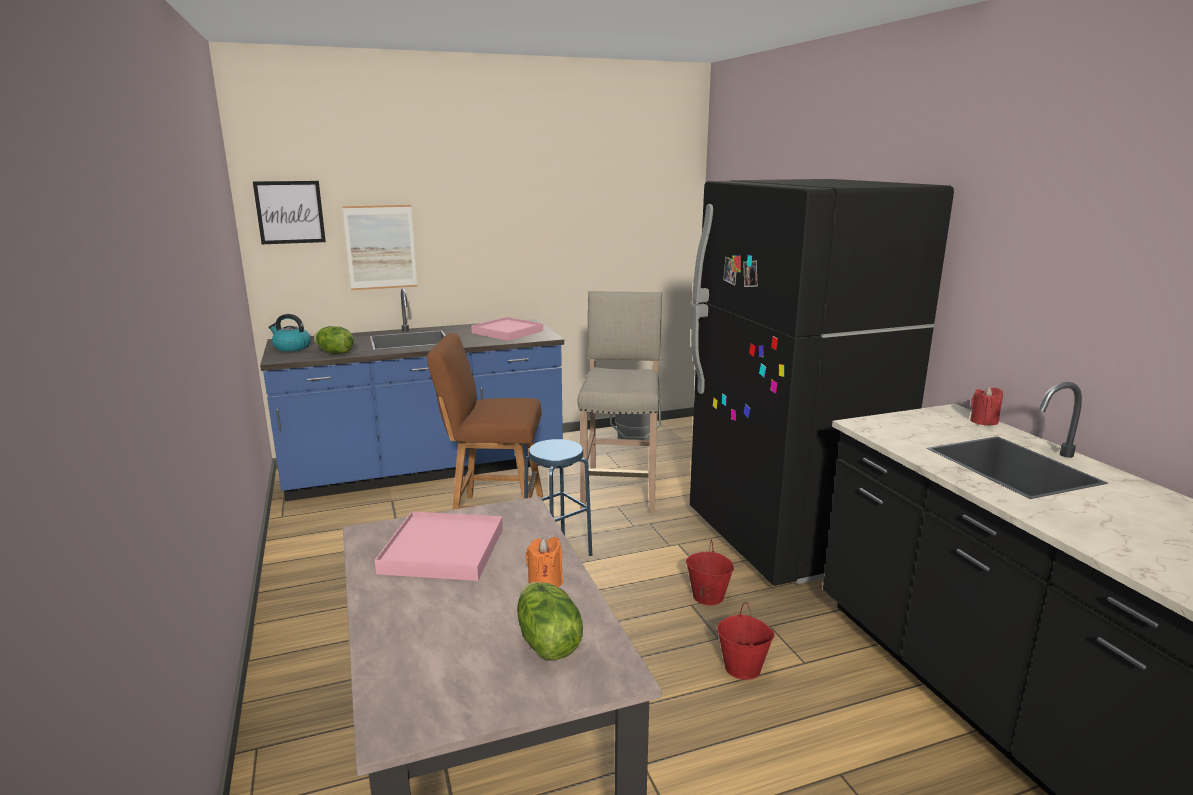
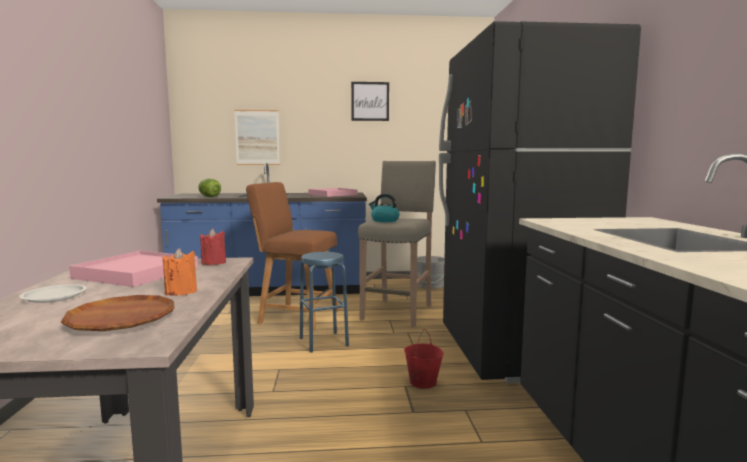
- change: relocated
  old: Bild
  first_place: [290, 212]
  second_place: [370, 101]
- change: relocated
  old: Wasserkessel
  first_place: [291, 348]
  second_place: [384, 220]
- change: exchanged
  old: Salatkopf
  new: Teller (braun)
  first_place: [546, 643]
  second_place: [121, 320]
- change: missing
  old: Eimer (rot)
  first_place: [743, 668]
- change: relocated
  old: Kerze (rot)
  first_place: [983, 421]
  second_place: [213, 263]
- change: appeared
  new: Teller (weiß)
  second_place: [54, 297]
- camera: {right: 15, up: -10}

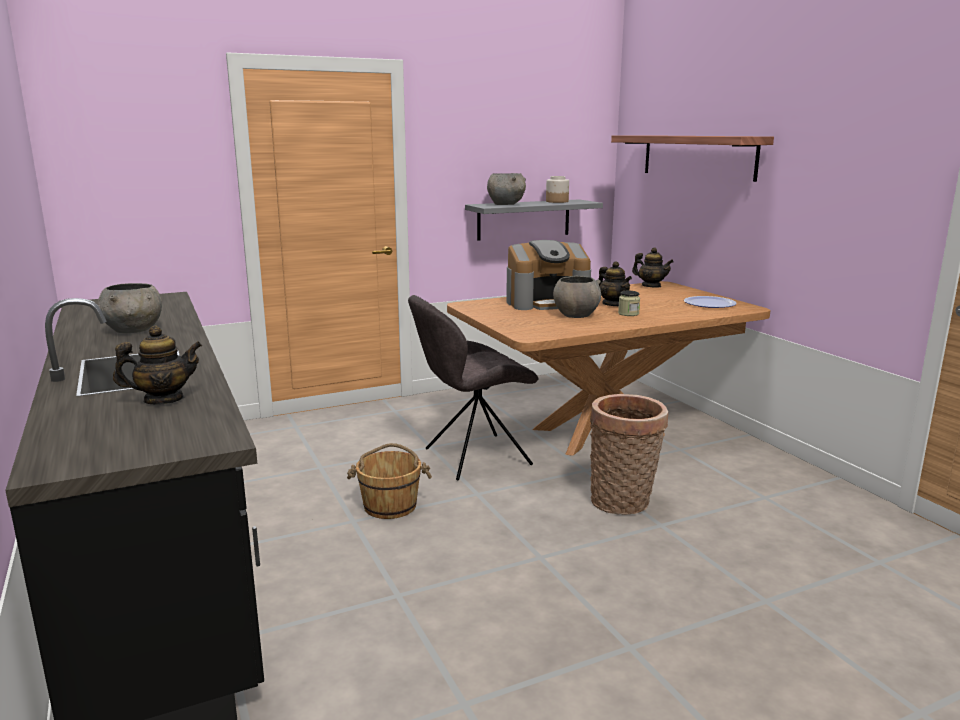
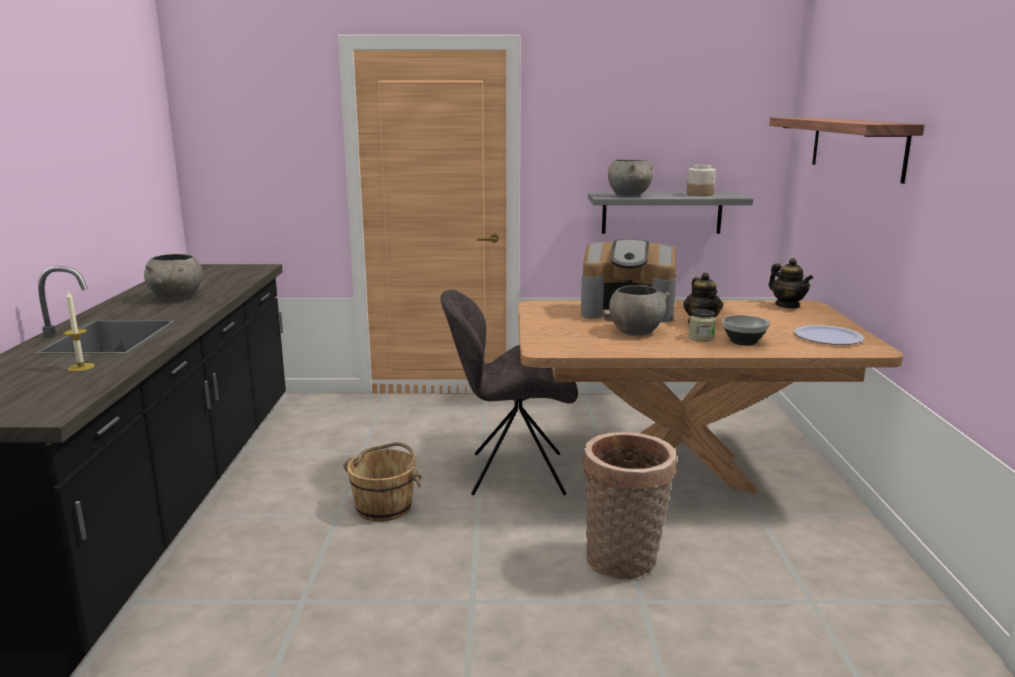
- change: exchanged
  old: Teekanne
  new: Kerze
  first_place: [163, 400]
  second_place: [81, 367]
- change: appeared
  new: Schüssel
  second_place: [743, 342]
- camera: {right: 25, up: 0}

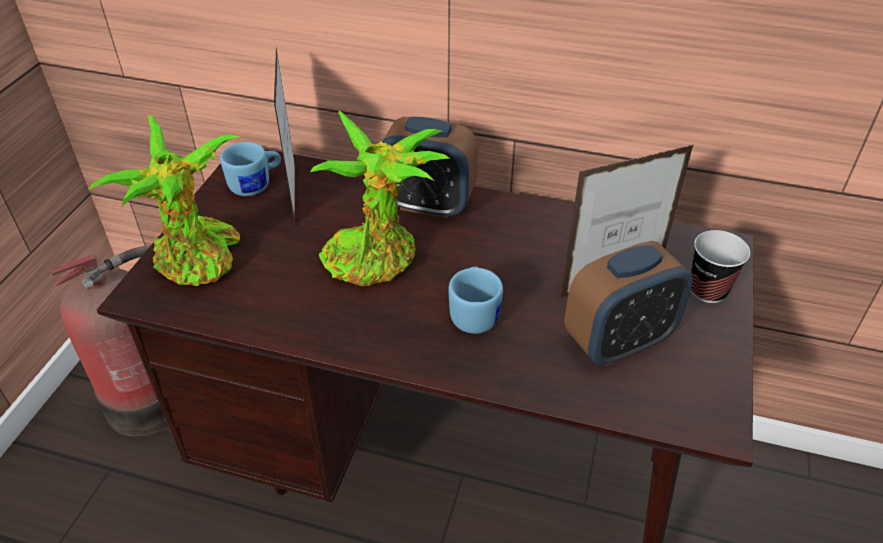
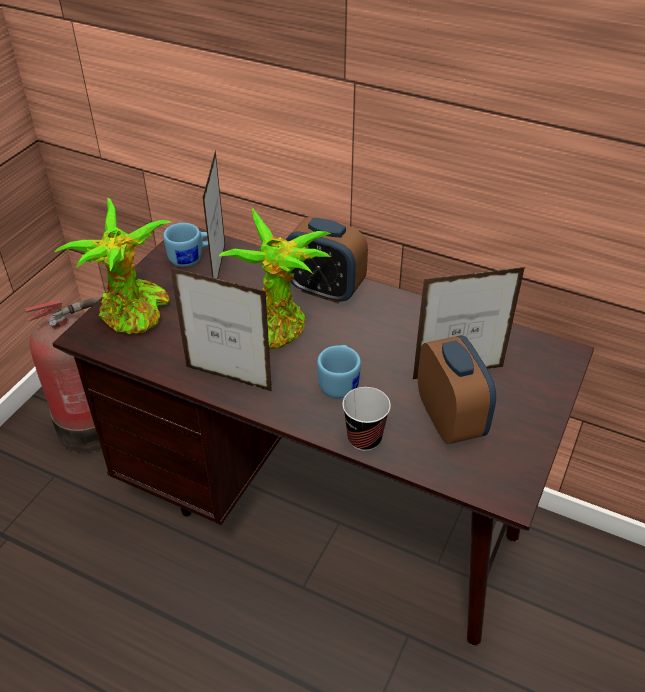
- change: spun
  old: Wecker
  first_place: [618, 342]
  second_place: [450, 420]
  degrees: -90
- change: relocated
  old: Tasse
  first_place: [707, 290]
  second_place: [364, 438]
- change: appeared
  new: Bilderrahmen
  second_place: [228, 379]
- camera: {right: 10, up: 0}

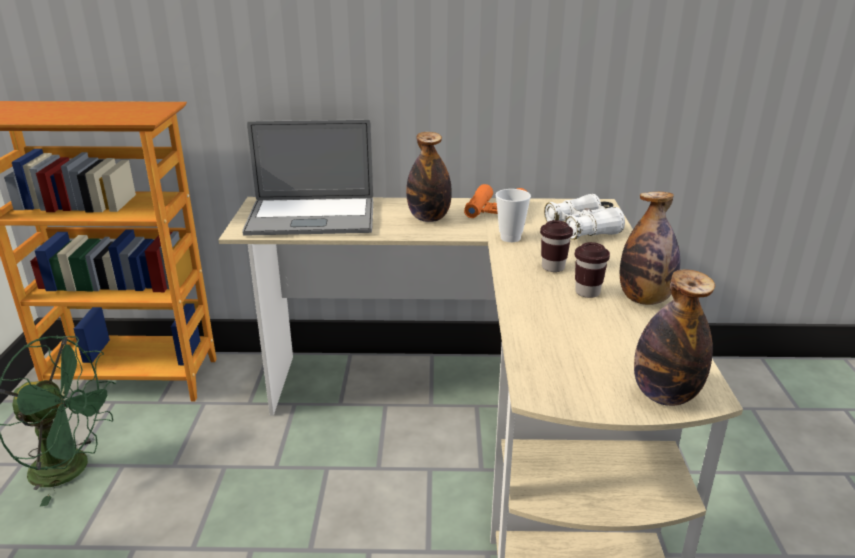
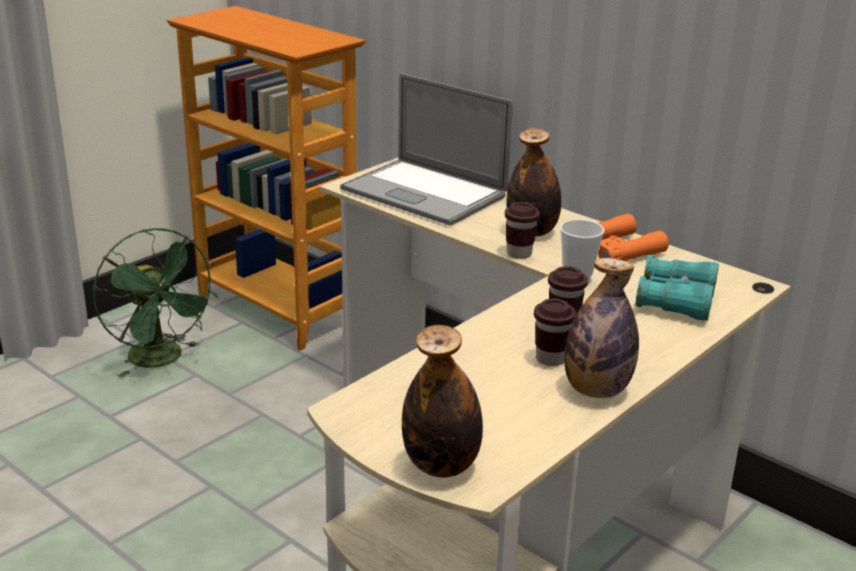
- change: colour
  old: Fernglas (weiß)
  new: Fernglas (türkis)
  first_place: [582, 229]
  second_place: [676, 301]
- change: appeared
  new: Tasse (braun)
  second_place: [519, 253]
- camera: {right: 40, up: 0}

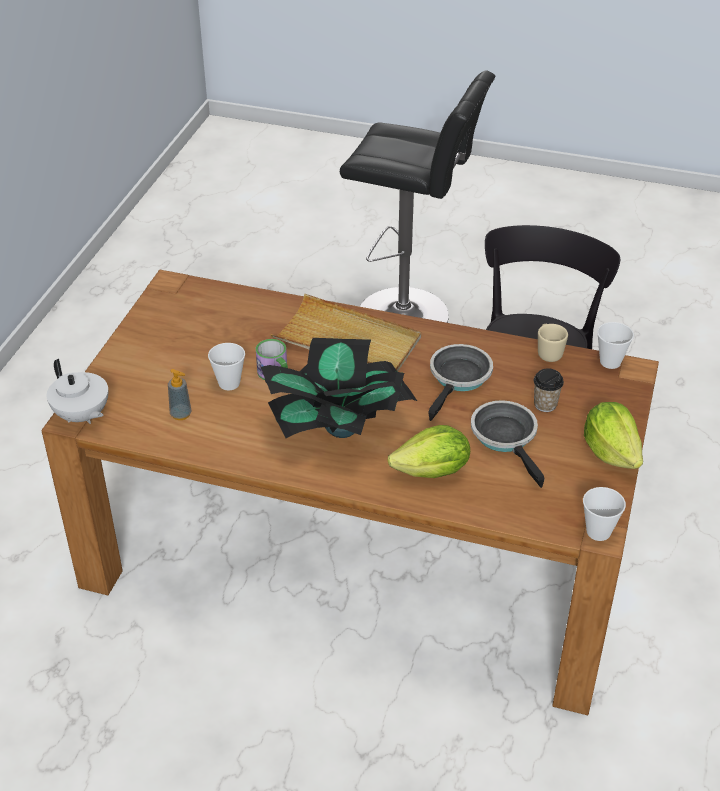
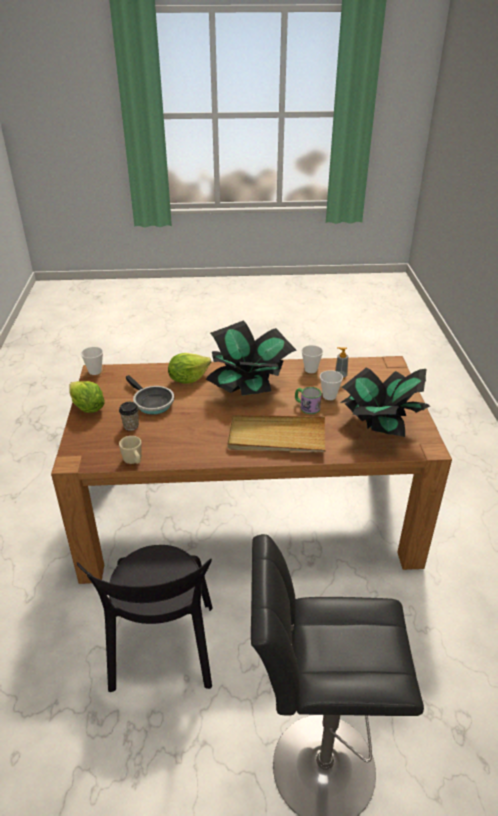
- change: missing
  old: Teekanne (weiß)
  first_place: [82, 416]
- change: missing
  old: Pfanne
  first_place: [459, 379]
- change: relocated
  old: Tasse
  first_place: [610, 362]
  second_place: [311, 370]
- change: appeared
  new: Topfpflanze
  second_place: [378, 427]
- camera: {right: 160, up: -5}

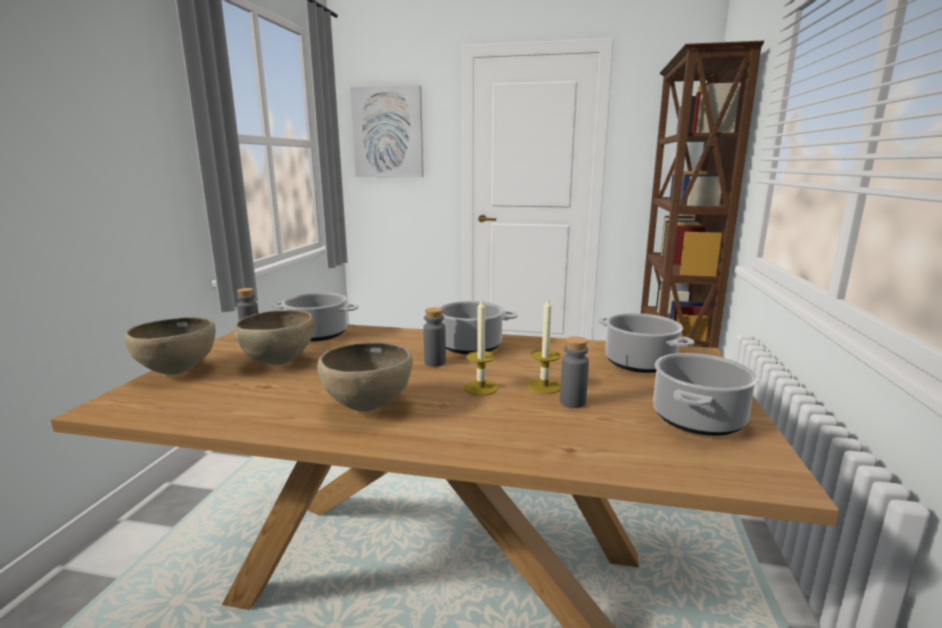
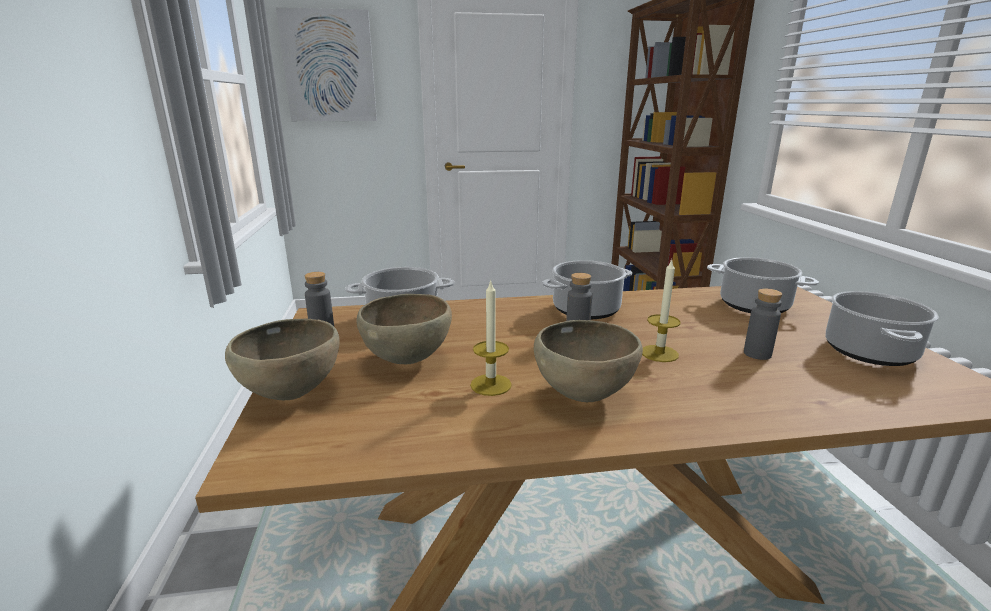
- change: relocated
  old: Kerze
  first_place: [544, 386]
  second_place: [491, 385]
- camera: {right: -20, up: 5}

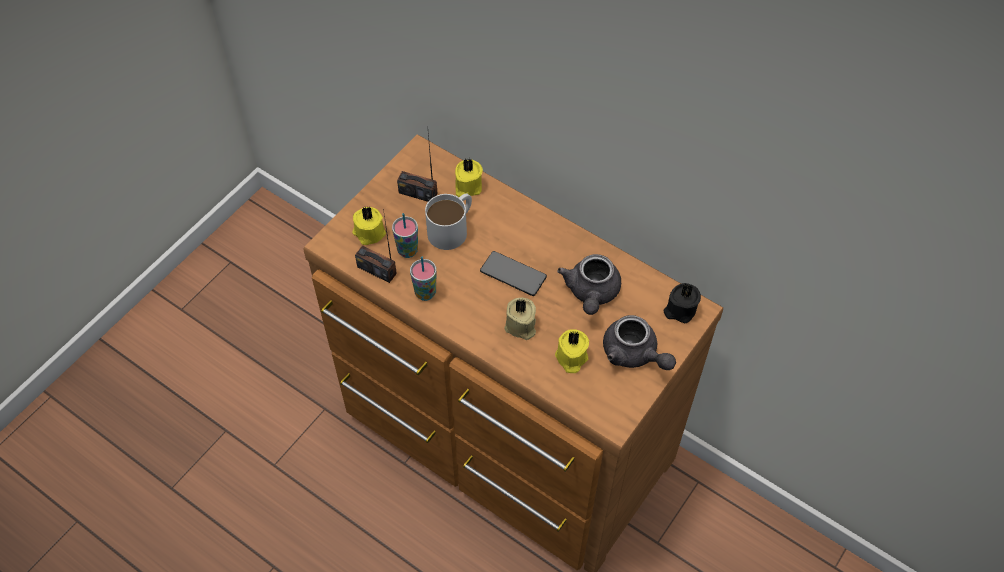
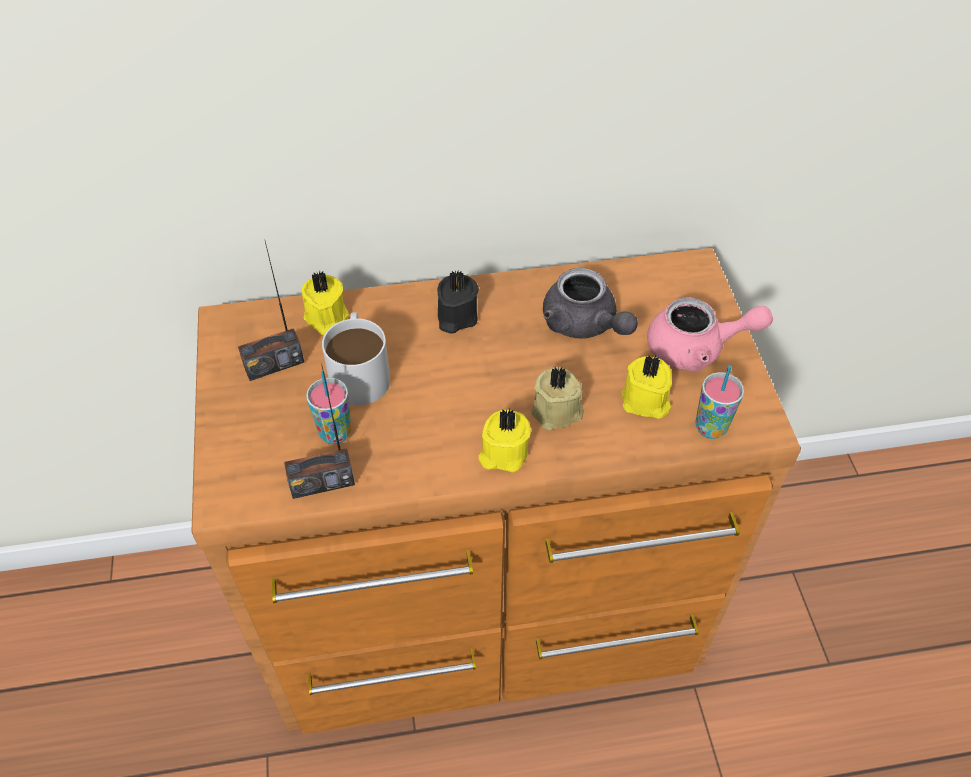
- change: relocated
  old: Kerze (gelb)
  first_place: [369, 233]
  second_place: [503, 453]
- change: relocated
  old: Tasse
  first_place: [425, 293]
  second_place: [710, 428]
- change: missing
  old: Handy
  first_place: [513, 274]
- change: colour
  old: Teekanne (grau)
  new: Teekanne (rosa)
  first_place: [634, 354]
  second_place: [696, 349]
- change: relocated
  old: Kerze (schwarz)
  first_place: [679, 310]
  second_place: [455, 317]
- camera: {right: -45, up: -5}

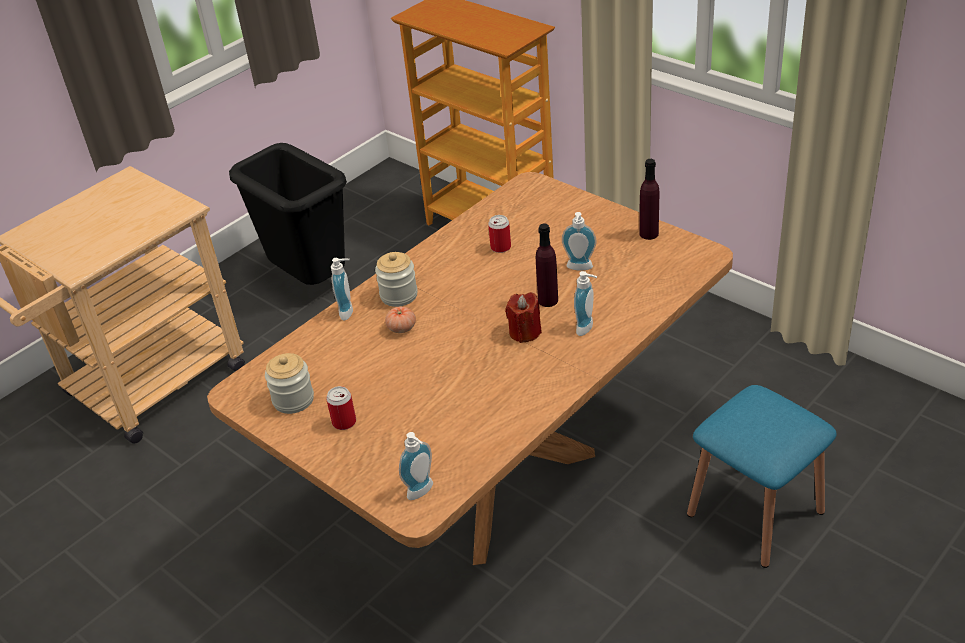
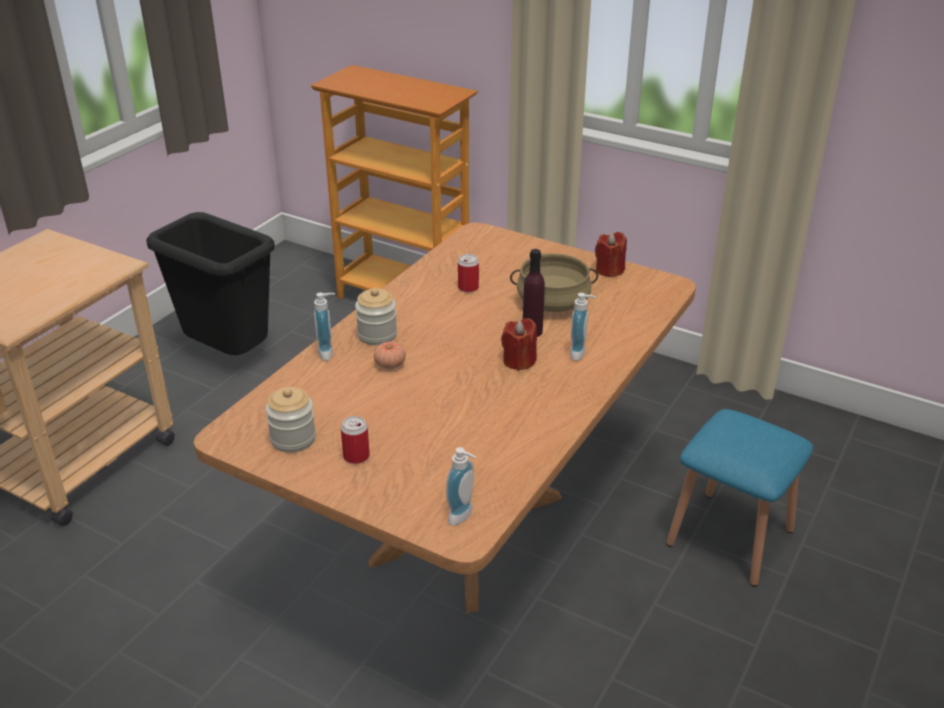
- change: exchanged
  old: Seifenspender
  new: Kochtopf (beige)
  first_place: [579, 268]
  second_place: [553, 302]
- change: exchanged
  old: Flasche (lila)
  new: Kerze (rot)
  first_place: [648, 234]
  second_place: [609, 270]
- camera: {right: -15, up: -5}

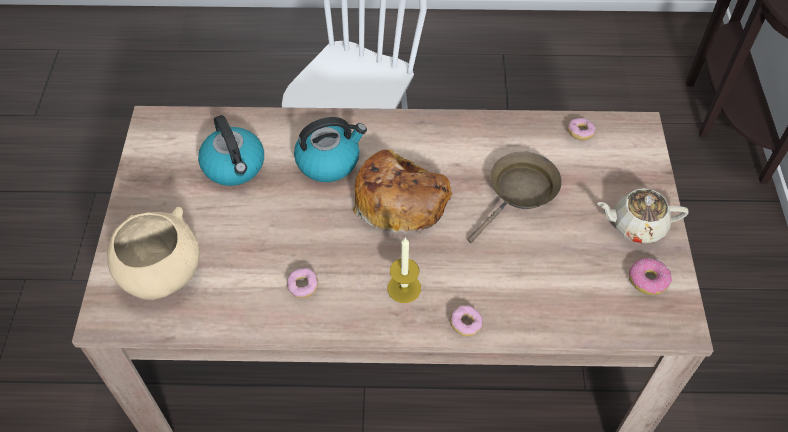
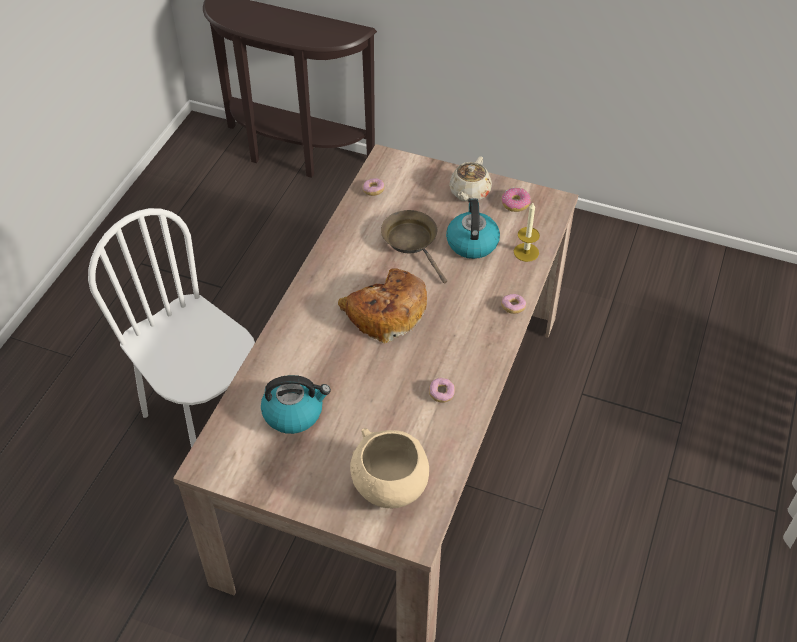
- change: relocated
  old: Wasserkessel
  first_place: [329, 161]
  second_place: [472, 242]
- change: relocated
  old: Kerze
  first_place: [404, 288]
  second_place: [526, 252]
- camera: {right: -70, up: -5}

